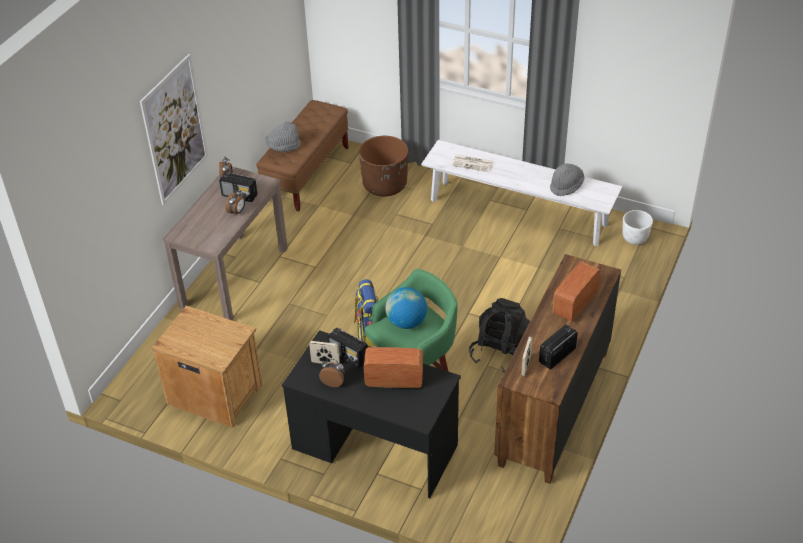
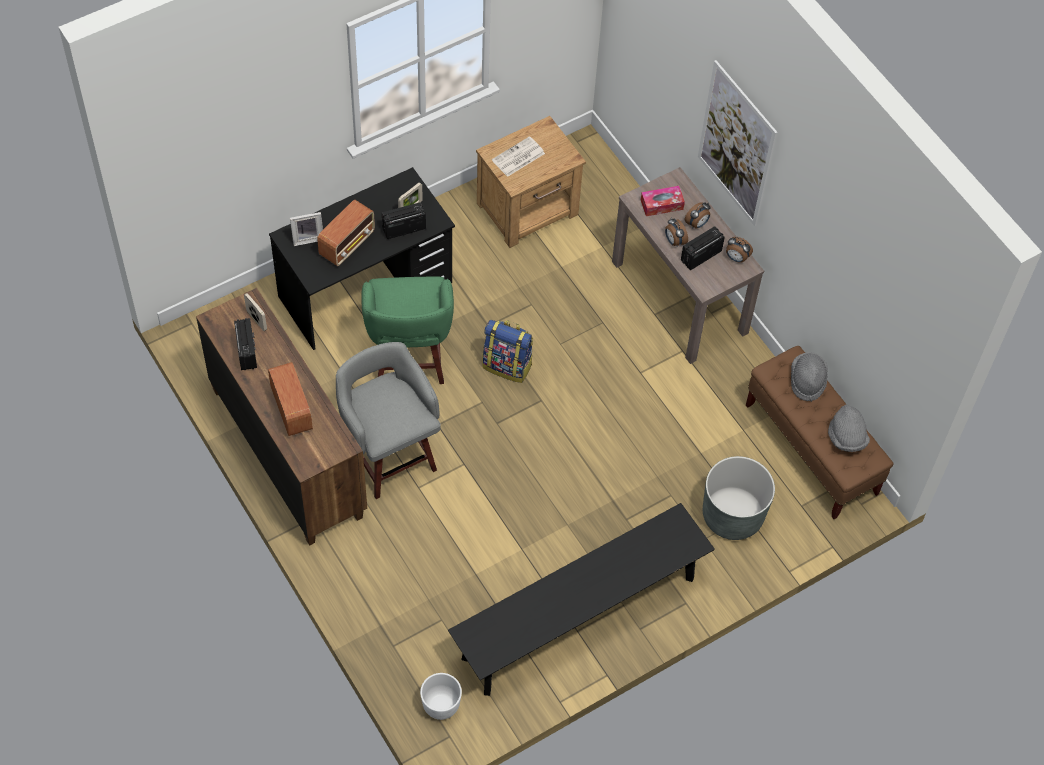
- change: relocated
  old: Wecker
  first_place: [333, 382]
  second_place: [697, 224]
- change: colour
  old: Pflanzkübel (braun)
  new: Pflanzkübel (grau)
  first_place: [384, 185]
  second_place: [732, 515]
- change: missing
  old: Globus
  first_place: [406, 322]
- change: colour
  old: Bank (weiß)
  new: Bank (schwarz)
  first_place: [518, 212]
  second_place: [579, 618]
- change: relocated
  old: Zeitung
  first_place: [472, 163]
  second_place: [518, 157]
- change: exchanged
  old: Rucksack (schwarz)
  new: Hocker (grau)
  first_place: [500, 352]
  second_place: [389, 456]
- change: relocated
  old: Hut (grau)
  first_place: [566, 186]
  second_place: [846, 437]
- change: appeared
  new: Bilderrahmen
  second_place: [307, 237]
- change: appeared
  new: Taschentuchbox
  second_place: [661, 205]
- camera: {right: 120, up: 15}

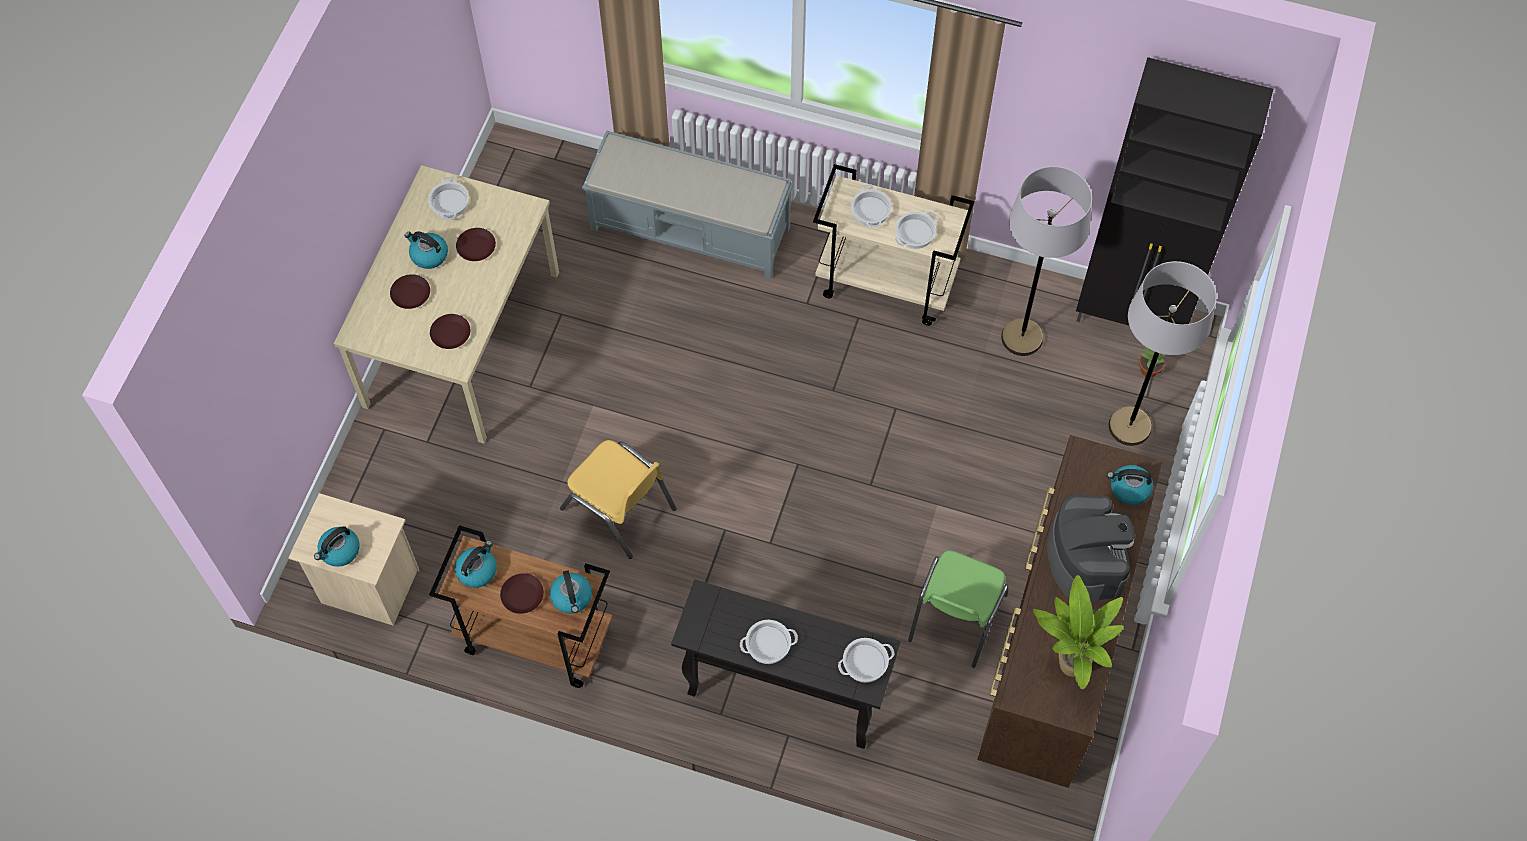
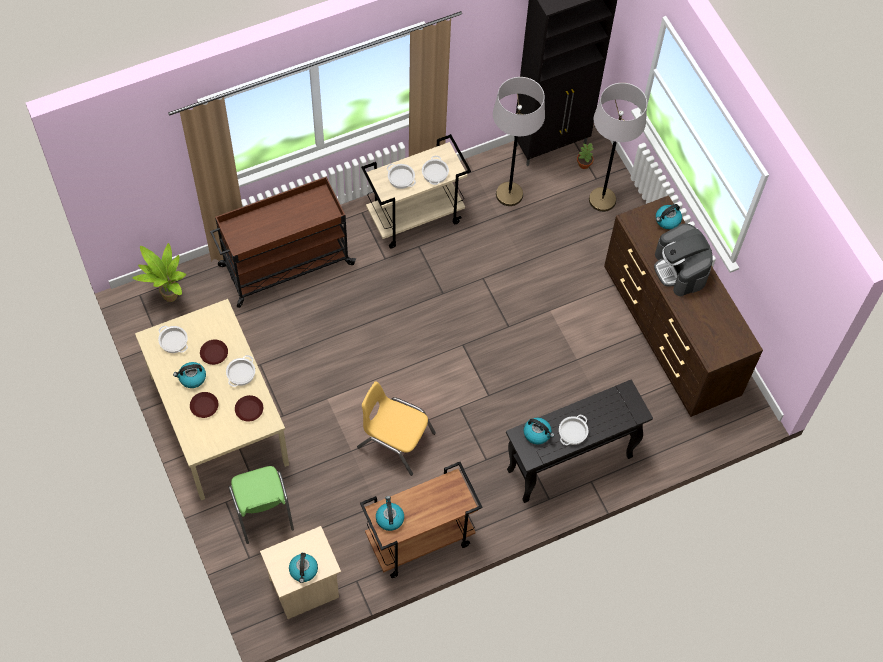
- change: missing
  old: Teller (braun)
  first_place: [522, 596]
- change: relocated
  old: Wasserkessel
  first_place: [572, 597]
  second_place: [537, 433]
- change: spun
  old: Stuhl (gelb)
  first_place: [619, 509]
  second_place: [395, 440]
  degrees: -150
- change: exchanged
  old: Bank (grau)
  new: Rollwagen (braun)
  first_place: [691, 229]
  second_place: [285, 265]
- change: relocated
  old: Kochtopf
  first_place: [865, 663]
  second_place: [241, 374]
- change: relocated
  old: Stuhl (grün)
  first_place: [955, 618]
  second_place: [262, 511]
- change: relocated
  old: Topfpflanze
  first_place: [1067, 666]
  second_place: [168, 298]
- change: spun
  old: Kaffeemaschine
  first_place: [1086, 559]
  second_place: [680, 269]
  degrees: -150
- camera: {right: -45, up: 0}

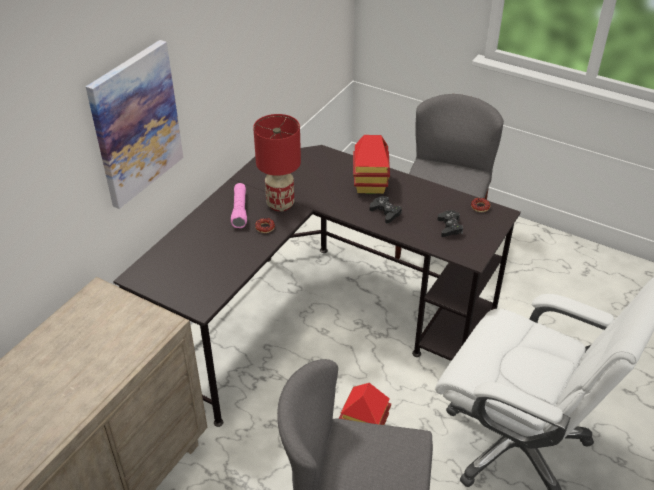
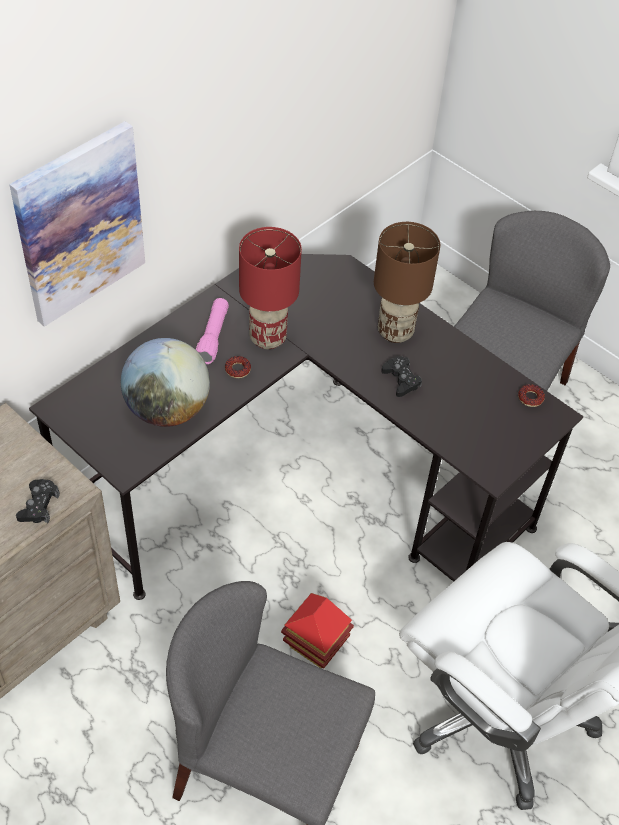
- change: exchanged
  old: Spielzeughaus
  new: Tischlampe (braun)
  first_place: [370, 184]
  second_place: [395, 331]
- change: relocated
  old: Gamepad (schwarz)
  first_place: [449, 227]
  second_place: [39, 505]
- change: appeared
  new: Globus
  second_place: [167, 409]
- camera: {right: 10, up: 10}

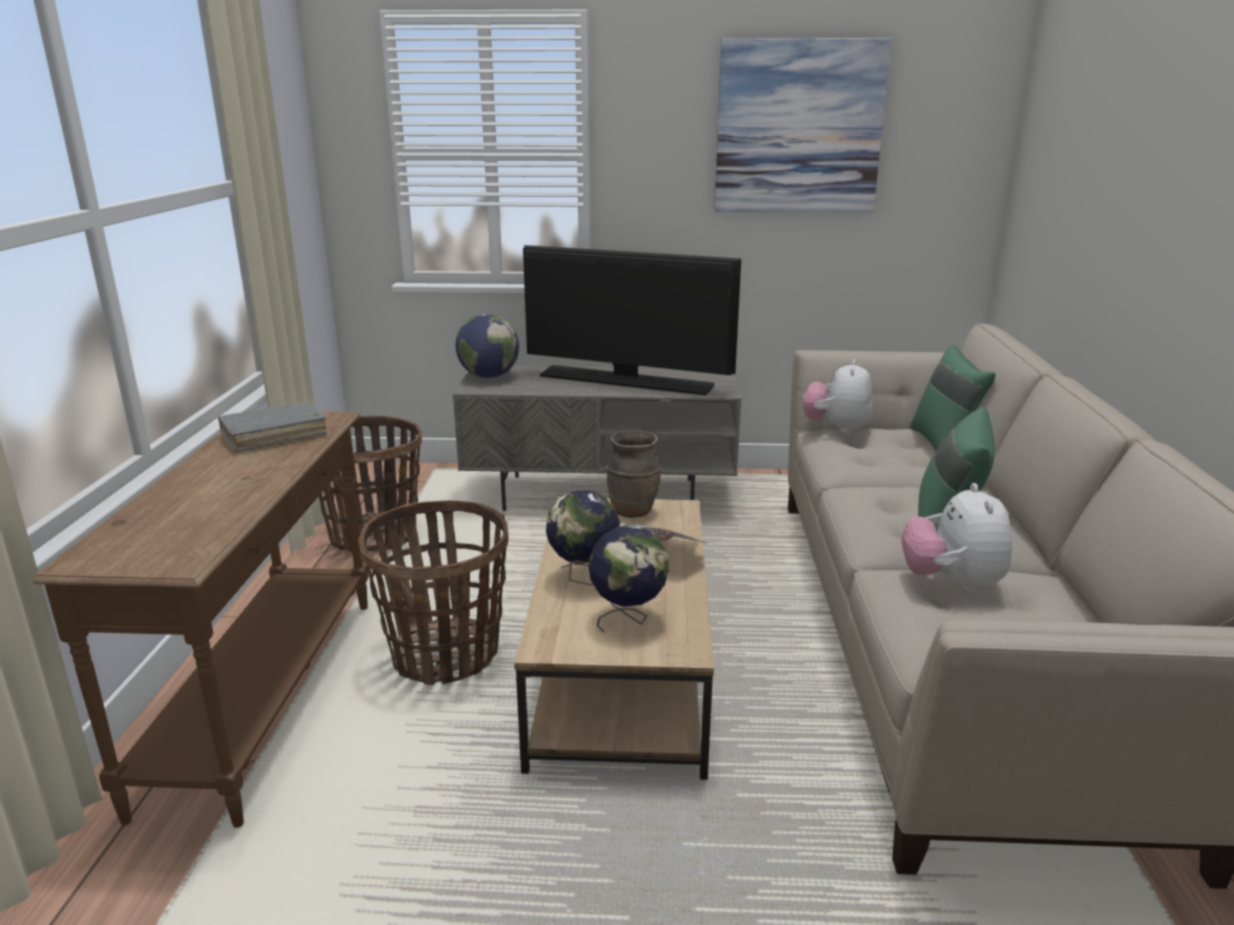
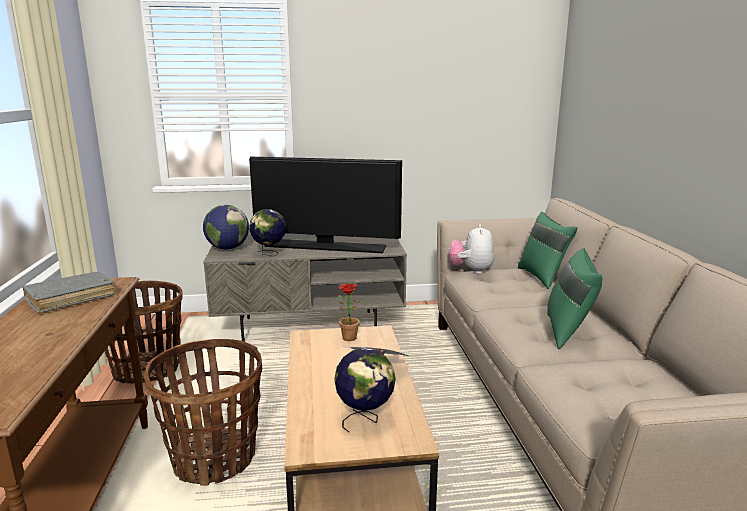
- change: relocated
  old: Globus
  first_place: [583, 577]
  second_place: [269, 254]
- change: exchanged
  old: Vase (braun)
  new: Topfpflanze
  first_place: [632, 511]
  second_place: [347, 337]
- change: missing
  old: Bild
  first_place: [799, 128]
- change: missing
  old: Plüschtier
  first_place: [951, 583]
- camera: {right: -10, up: -5}

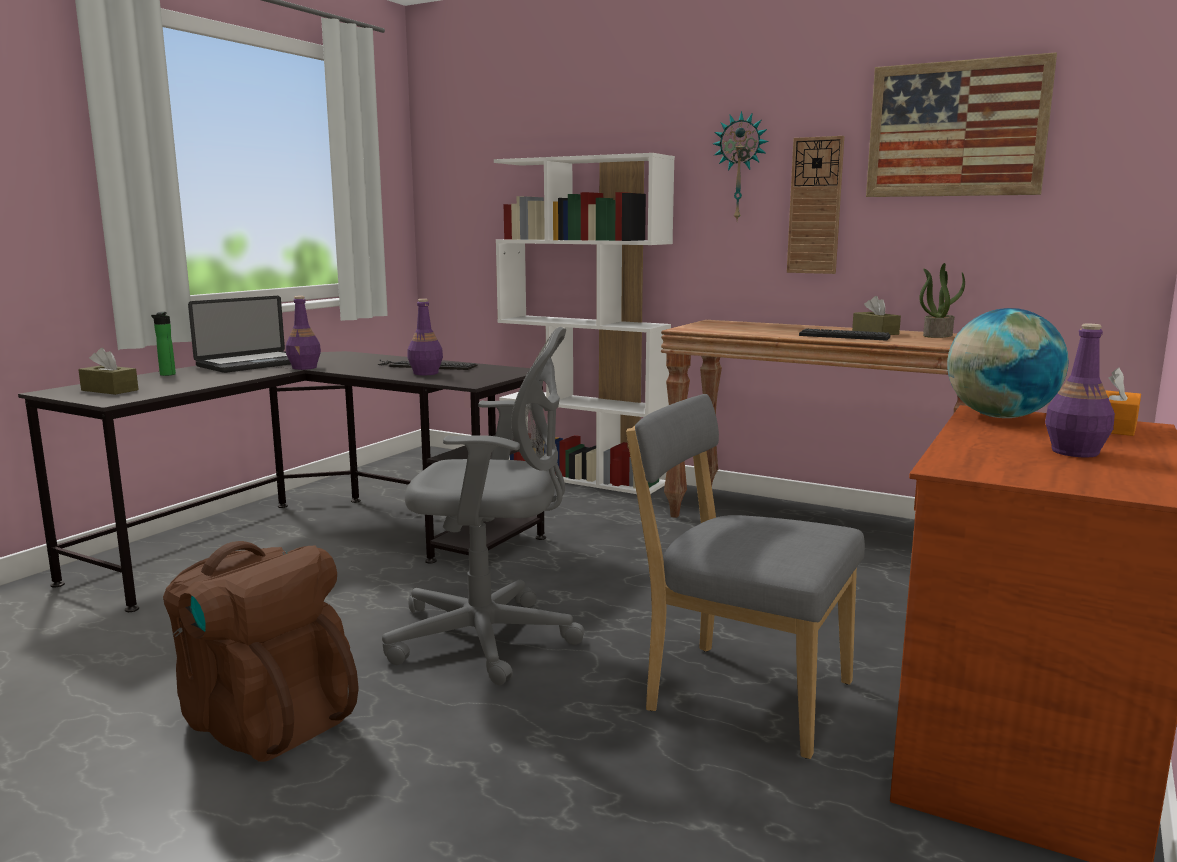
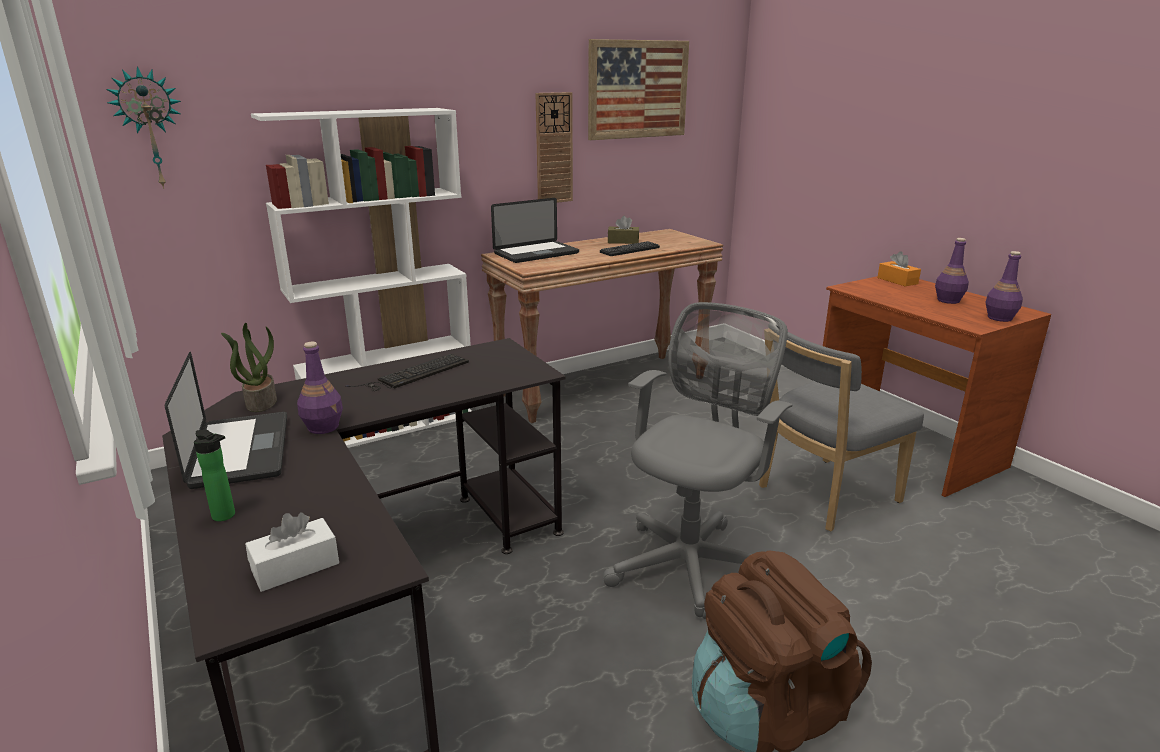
- change: colour
  old: Taschentuchbox (braun)
  new: Taschentuchbox (weiß)
  first_place: [109, 390]
  second_place: [295, 567]
- change: relocated
  old: Flasche (lila)
  first_place: [425, 373]
  second_place: [999, 318]
- change: relocated
  old: Wanduhr
  first_place: [740, 167]
  second_place: [150, 129]
- change: relocated
  old: Topfpflanze
  first_place: [937, 335]
  second_place: [260, 402]
- change: missing
  old: Globus
  first_place: [1000, 417]
- change: appeared
  new: Laptop
  second_place: [536, 253]
- camera: {right: -60, up: 10}

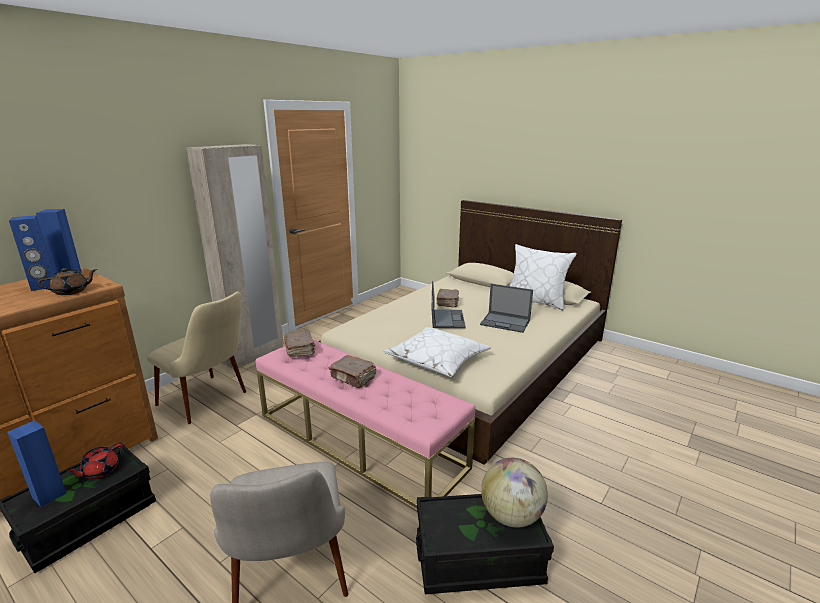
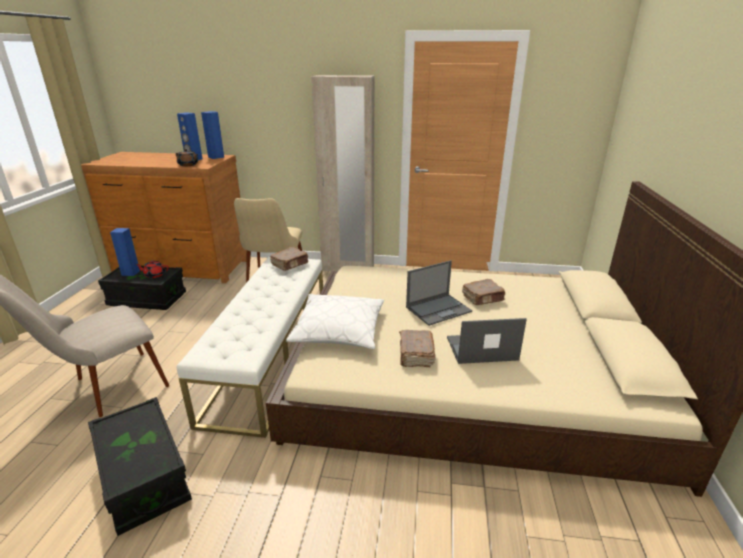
- change: colour
  old: Bank (rosa)
  new: Bank (weiß)
  first_place: [359, 440]
  second_place: [270, 358]
- change: relocated
  old: Buch (braun)
  first_place: [353, 378]
  second_place: [415, 355]
- change: spun
  old: Laptop
  first_place: [506, 322]
  second_place: [480, 349]
  degrees: 90
- change: missing
  old: Globus
  first_place: [511, 516]
- change: missing
  old: Kissen (weiß)
  first_place: [536, 301]
- camera: {right: 60, up: 5}

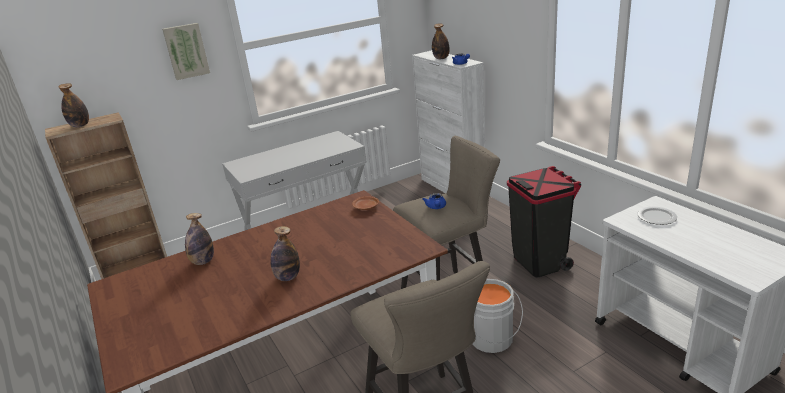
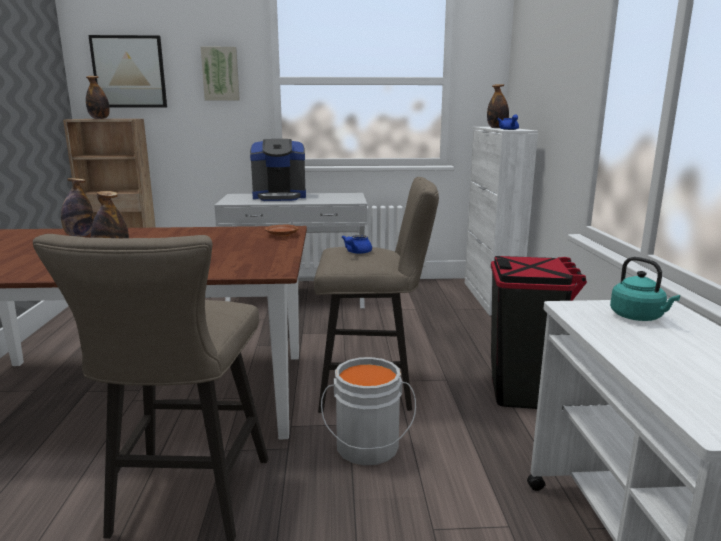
- change: exchanged
  old: Teller
  new: Wasserkessel (türkis)
  first_place: [657, 217]
  second_place: [638, 317]
- change: appeared
  new: Bild
  second_place: [129, 72]
- change: appeared
  new: Kaffeemaschine
  second_place: [279, 197]
- camera: {right: 25, up: -10}

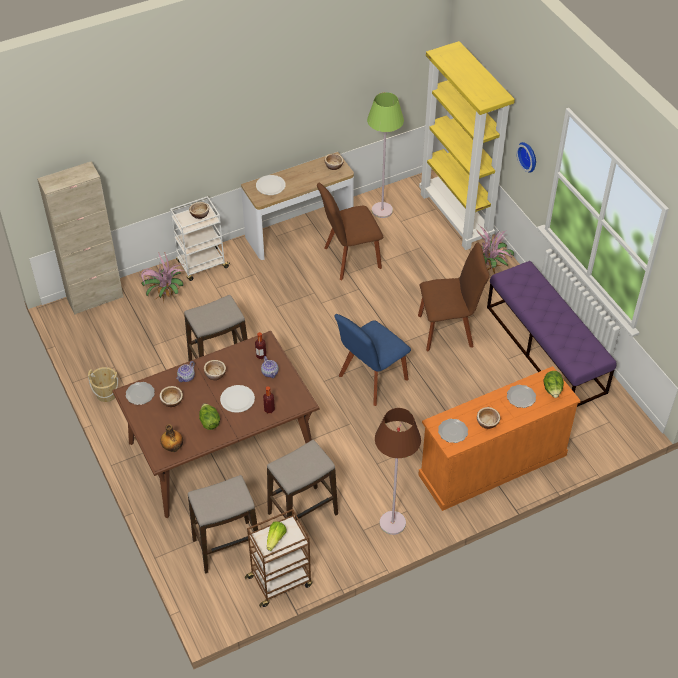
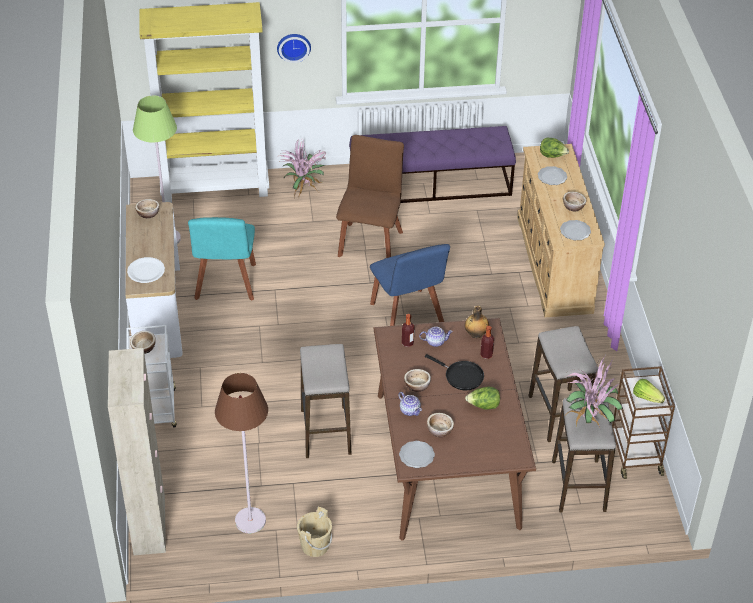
- change: relocated
  old: Topfpflanze
  first_place: [165, 296]
  second_place: [589, 419]
- change: relocated
  old: Flasche
  first_place: [173, 447]
  second_place: [476, 334]
- change: exchanged
  old: Teller (weiß)
  new: Pfanne (schwarz)
  first_place: [237, 399]
  second_place: [461, 376]
- change: colour
  old: Stuhl (braun)
  new: Stuhl (türkis)
  first_place: [349, 259]
  second_place: [225, 284]
- change: relocated
  old: Stehlampe (braun)
  first_place: [392, 523]
  second_place: [250, 521]
- change: colour
  old: Kommode (orange)
  new: Kommode (beige)
  first_place: [492, 465]
  second_place: [554, 264]
- camera: {right: -70, up: -5}

